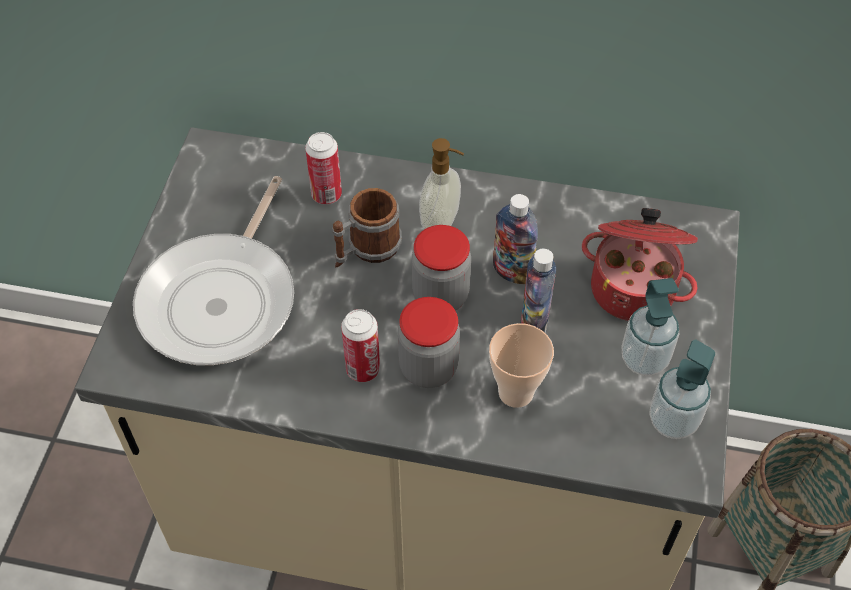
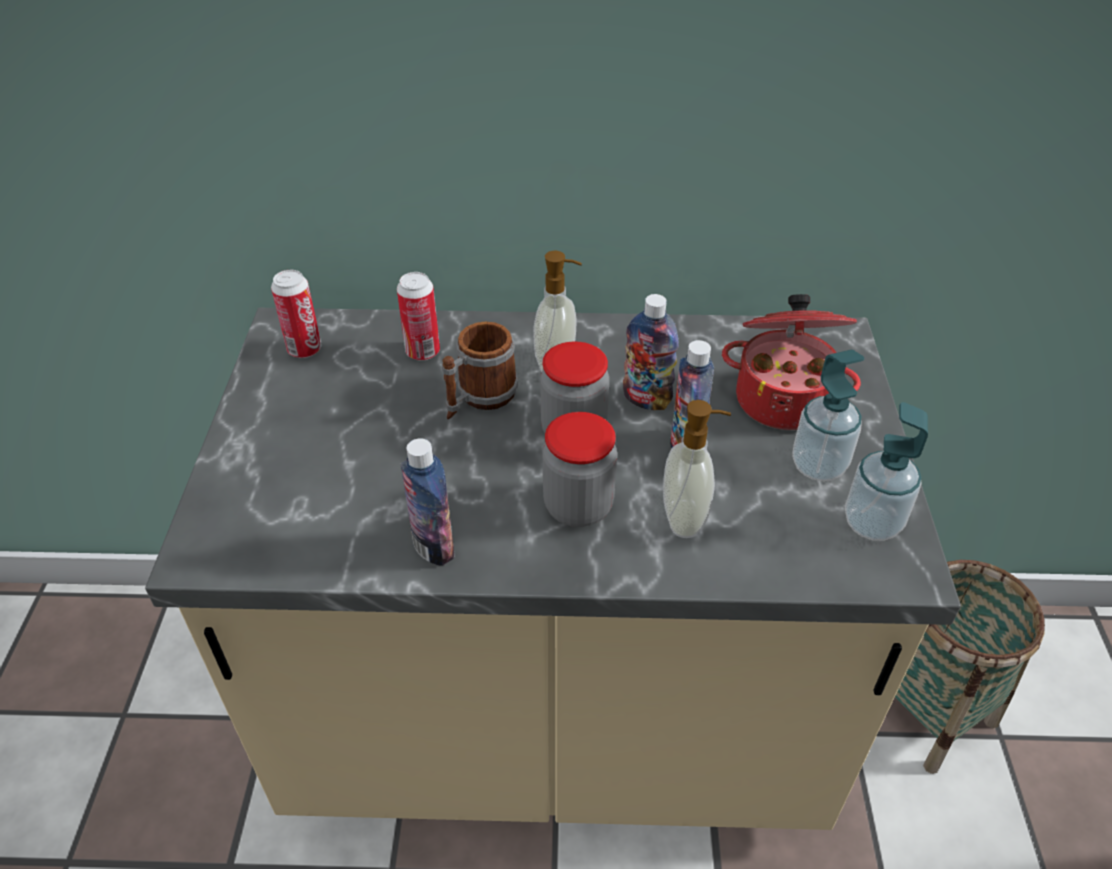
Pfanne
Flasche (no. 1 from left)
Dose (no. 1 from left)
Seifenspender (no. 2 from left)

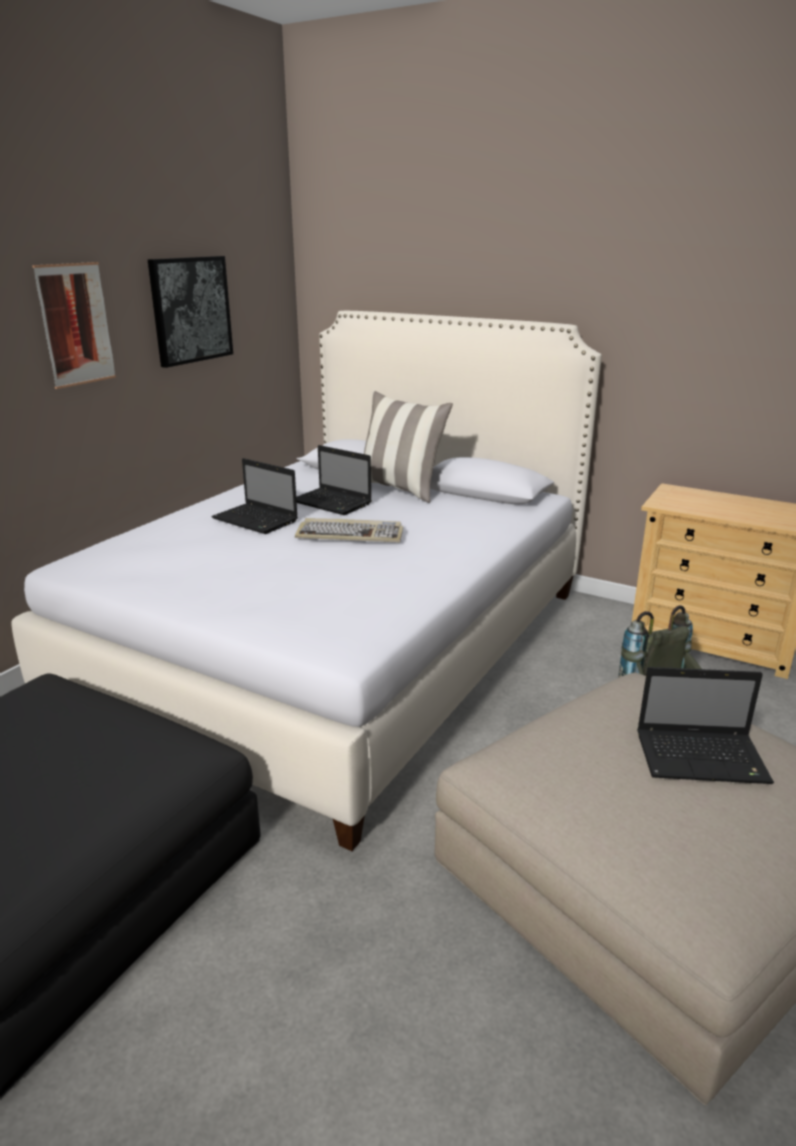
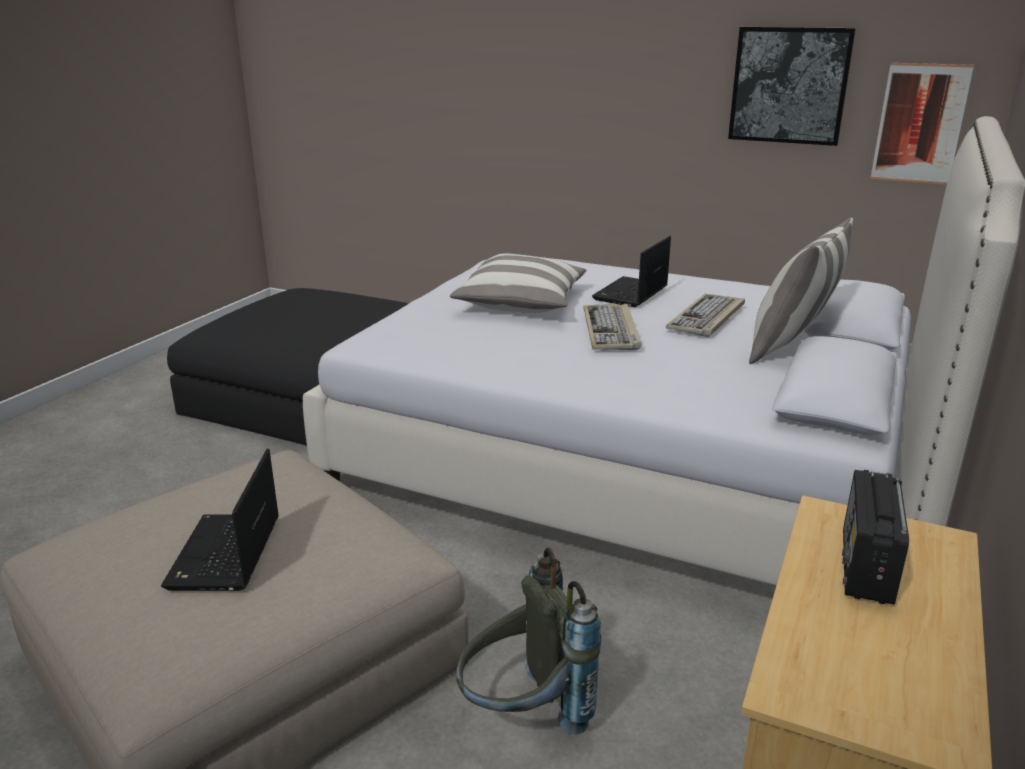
Kissen (no. 1 from left)
Radio
Bild (no. 2 from left)
Tastatur (no. 2 from left)

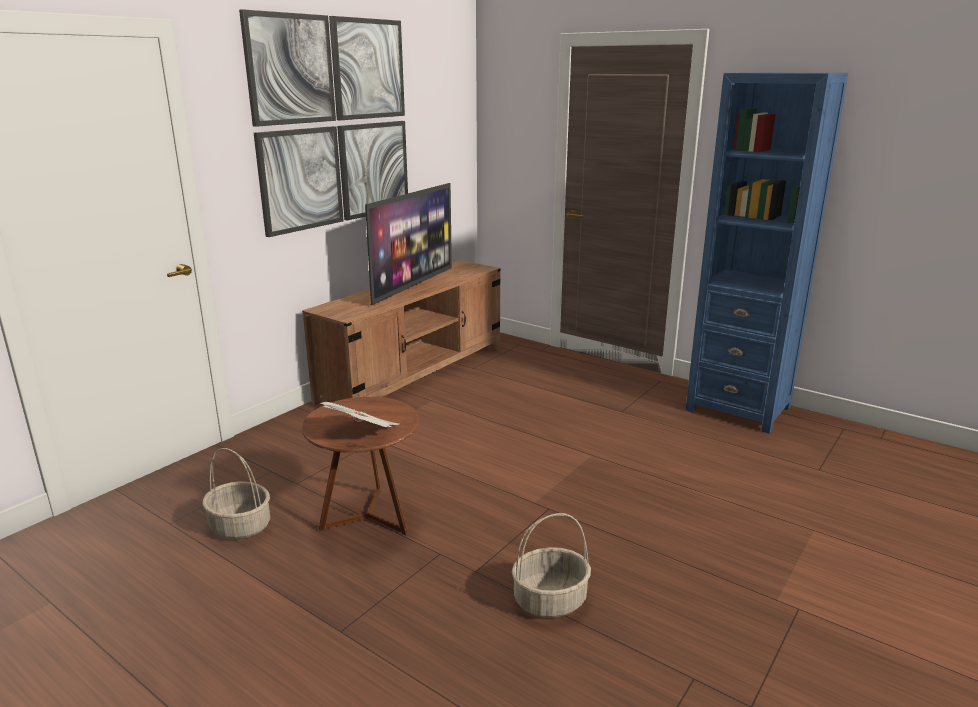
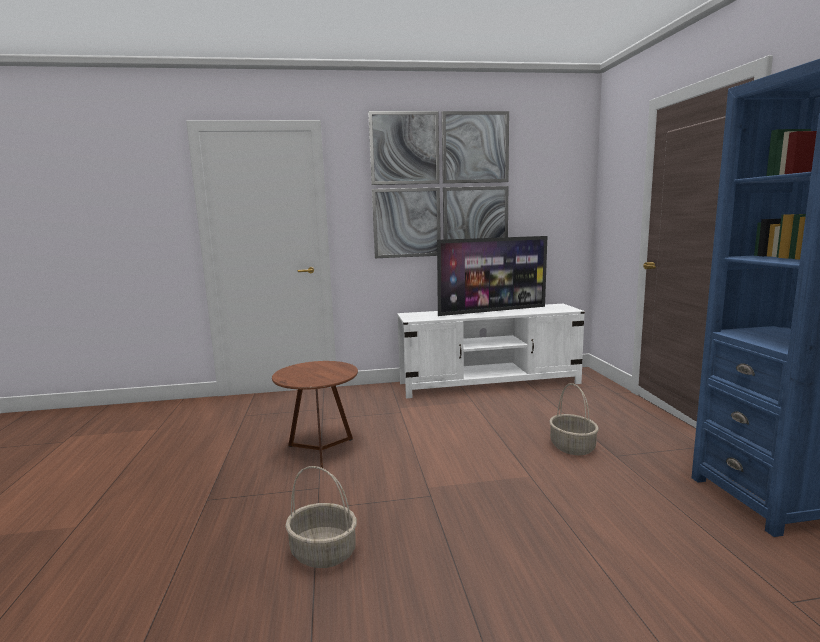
Zeitung
Korb (no. 2 from left)
Fernsehschrank (weiß)

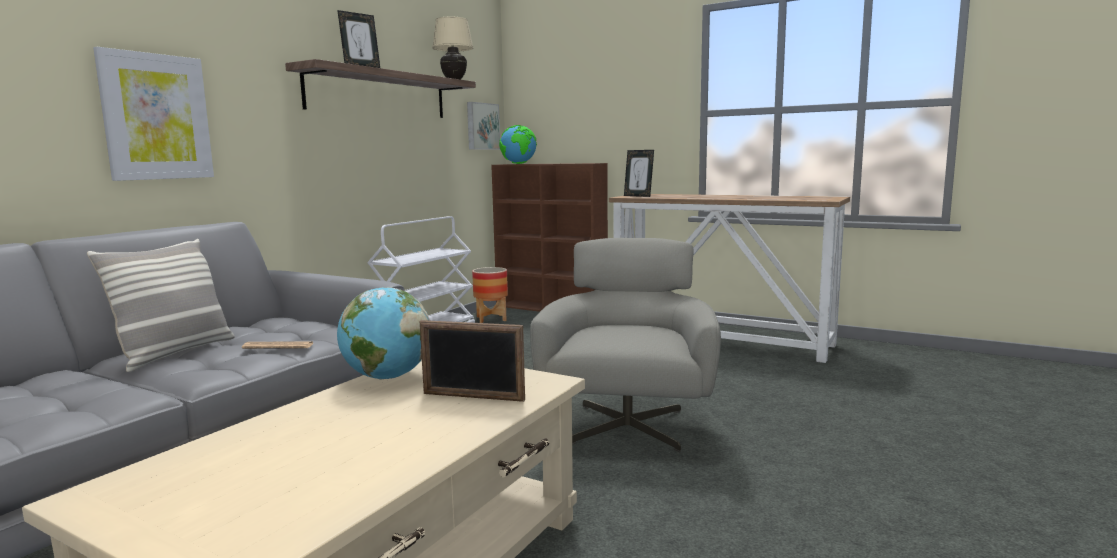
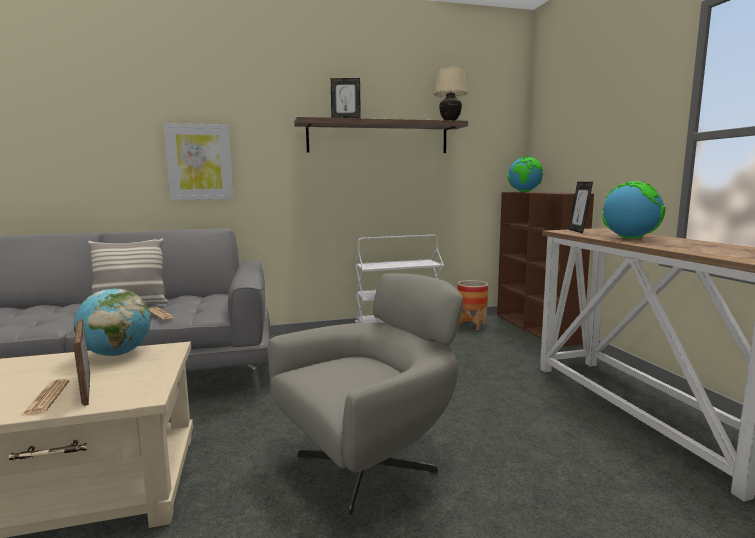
Bild (no. 2 from left in the first image)
Zeitung (no. 1 from left)
Globus (no. 3 from left)

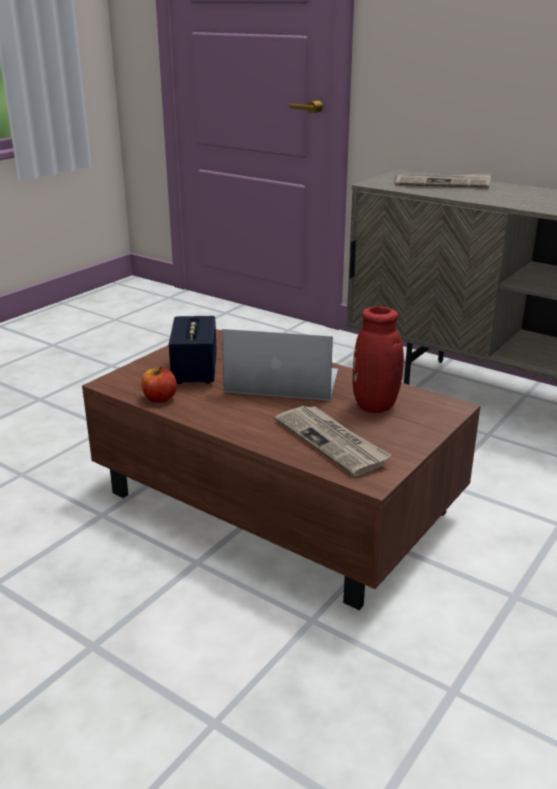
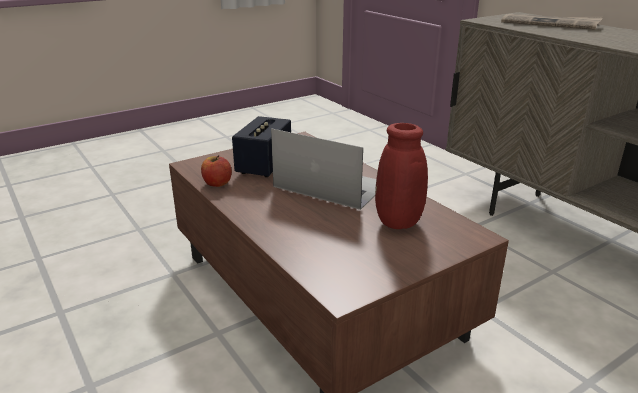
Zeitung (no. 1 from left in the first image)

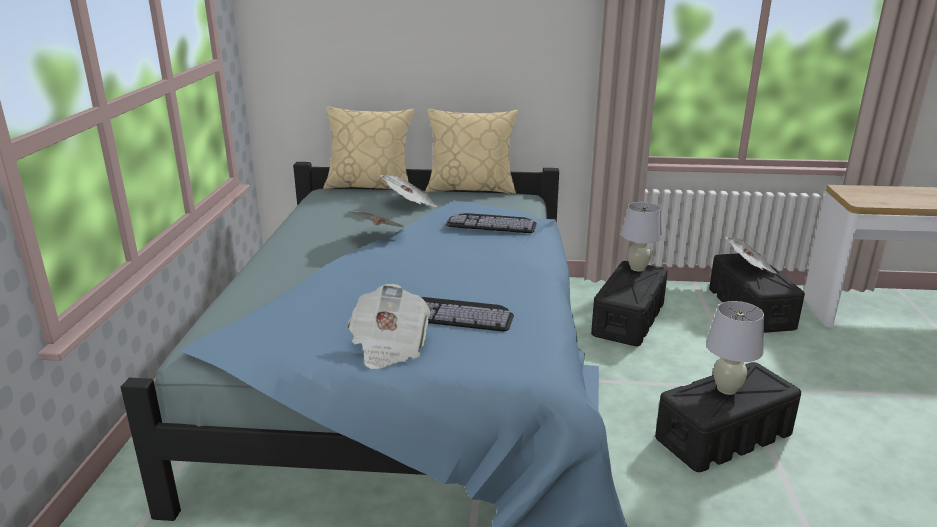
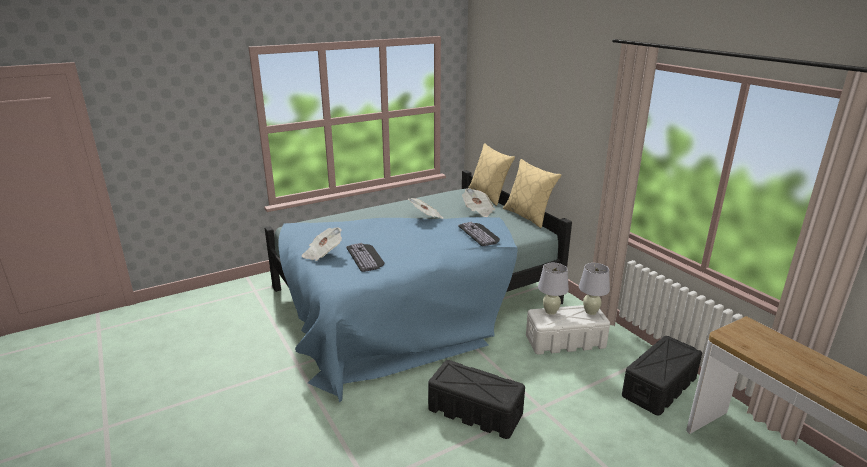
Zeitung (no. 4 from left in the first image)
Tischlampe (weiß) (no. 1 from left)
Aufbewahrungsbox (weiß)

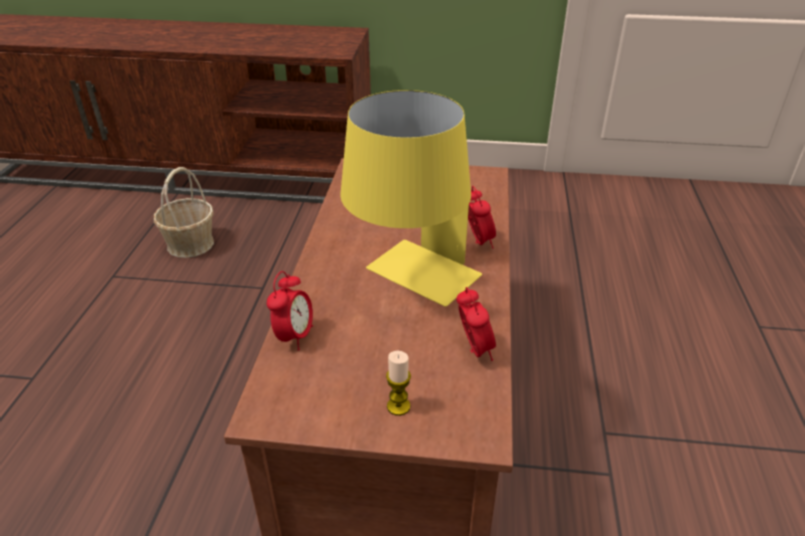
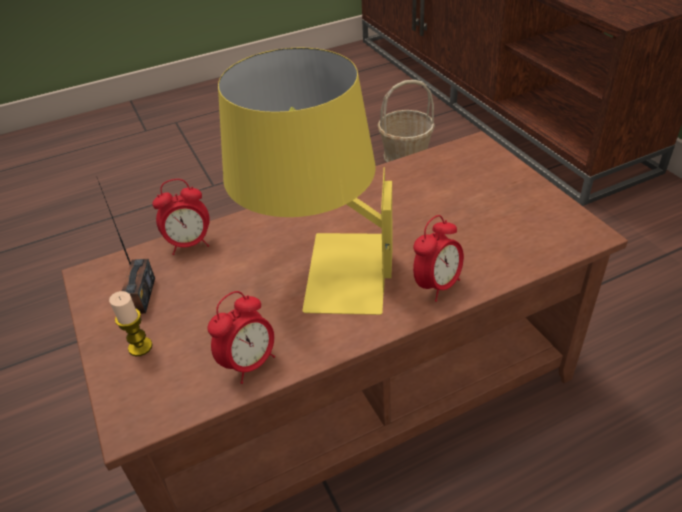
Radio

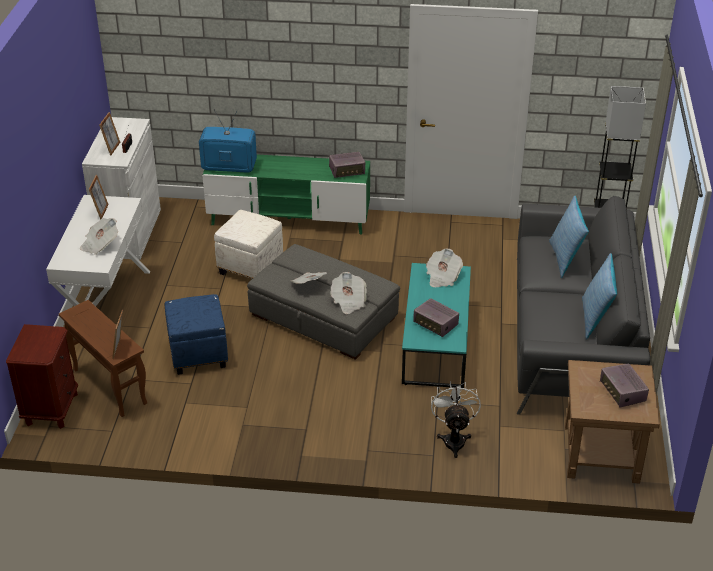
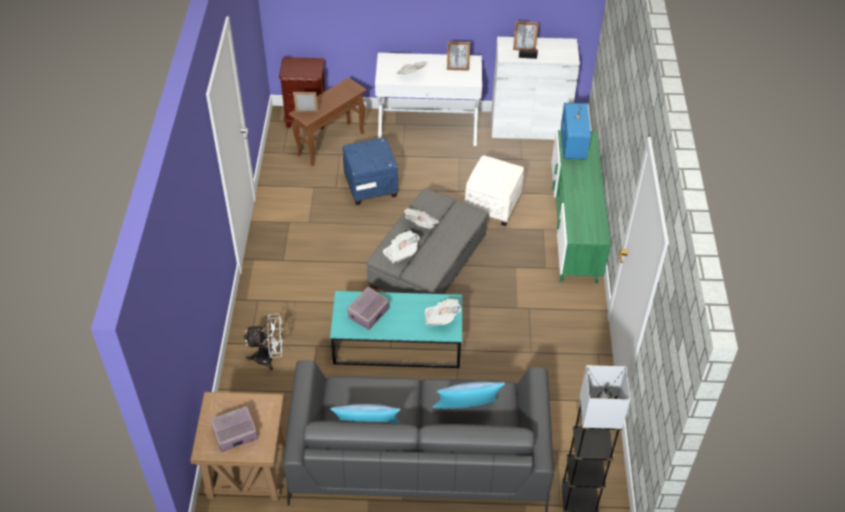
Radio (no. 2 from left in the first image)

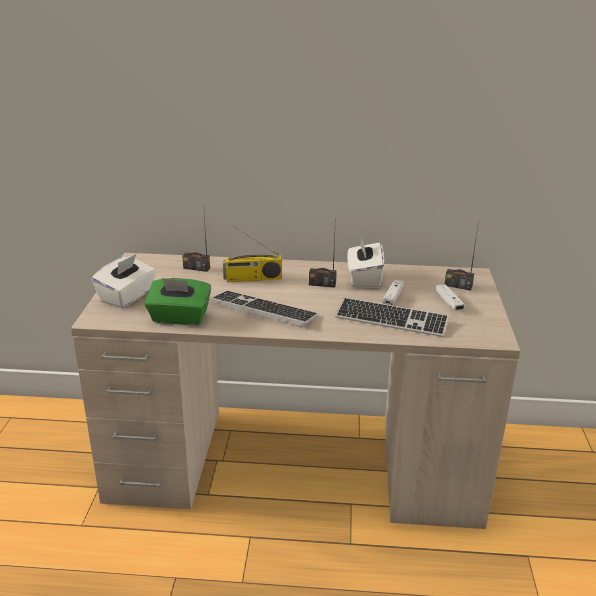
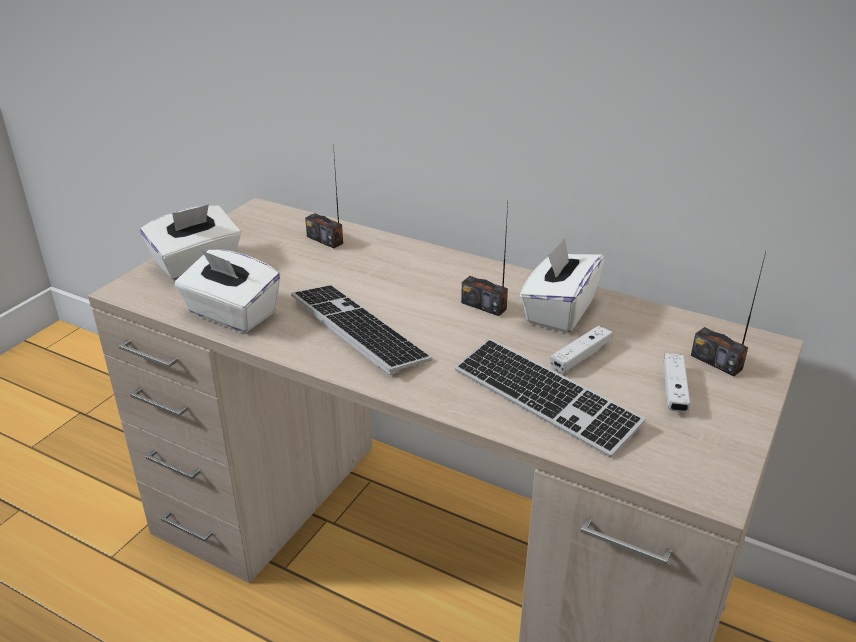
Radio (no. 2 from left in the first image)
Taschentuchbox (weiß) (no. 2 from left)

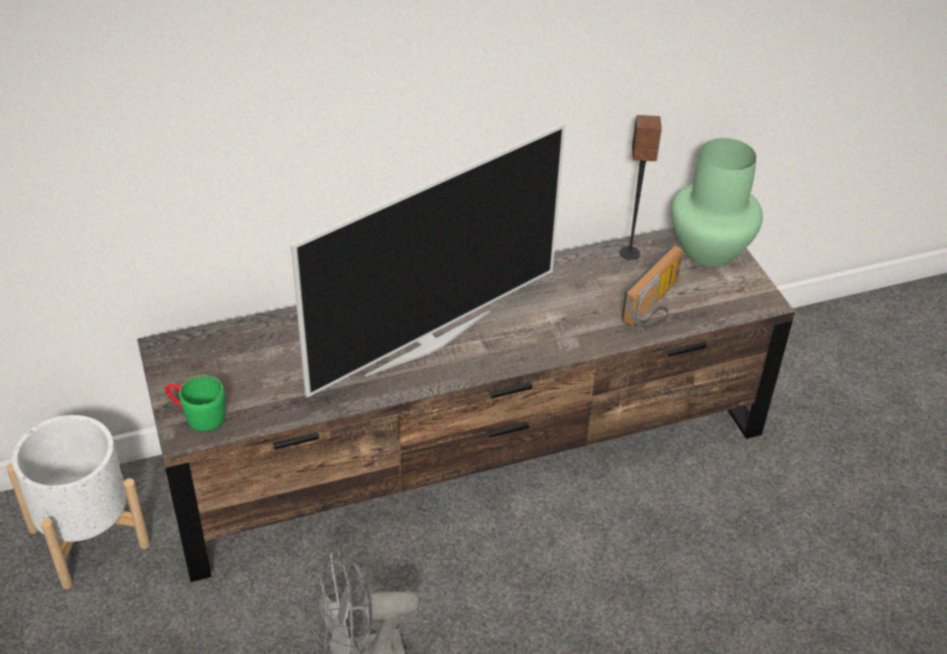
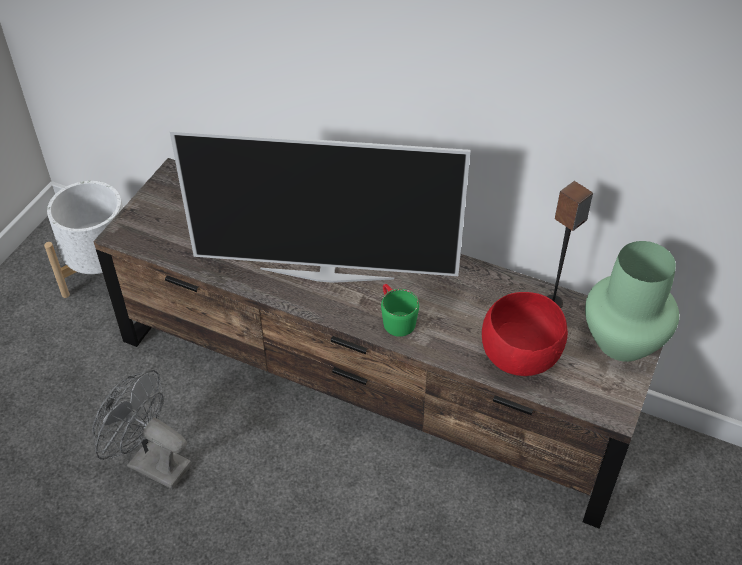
Henkelbecher (grün)
Schüssel (rot)

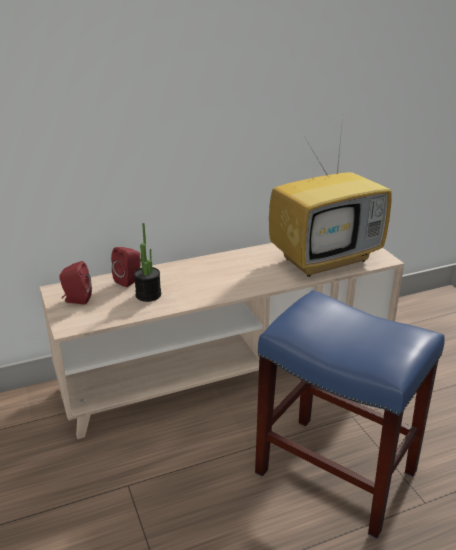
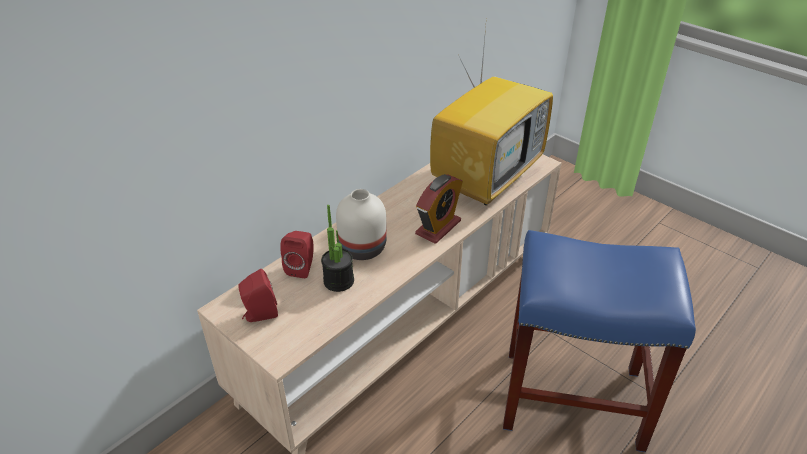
Vase (weiß)
Wecker

